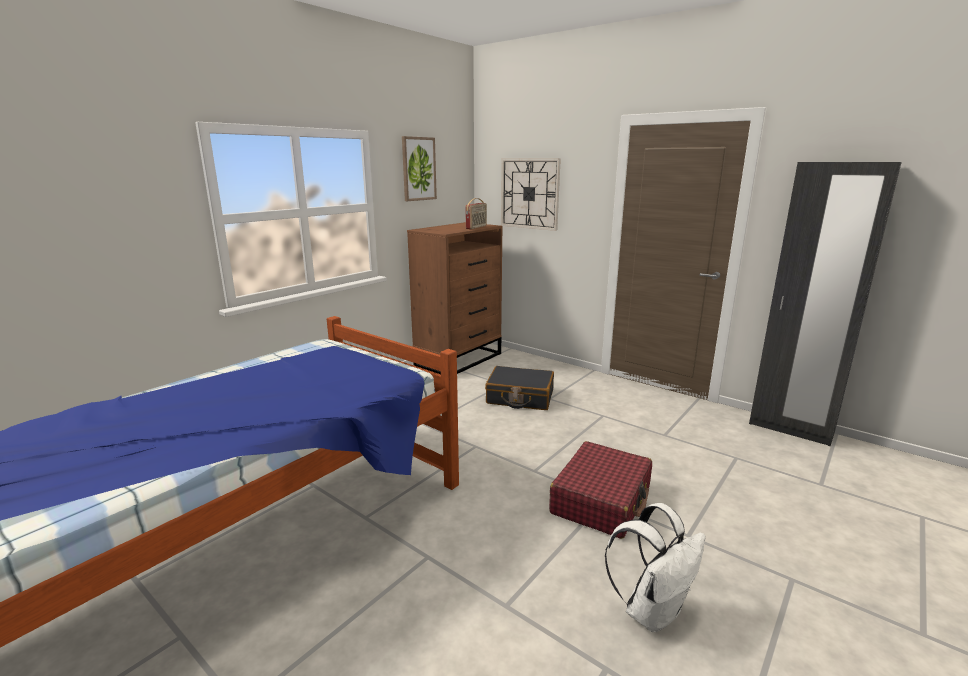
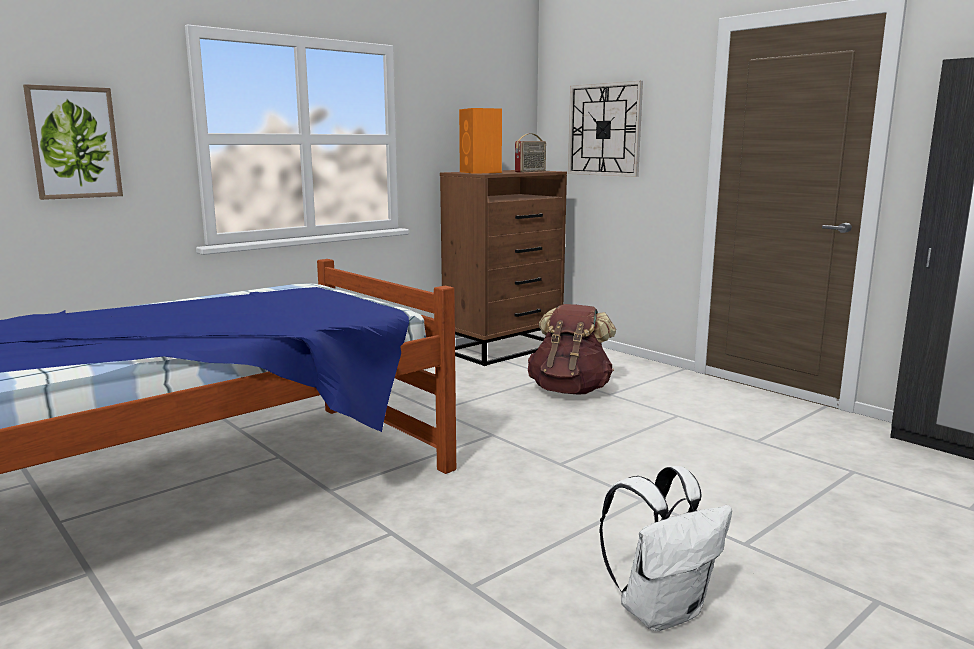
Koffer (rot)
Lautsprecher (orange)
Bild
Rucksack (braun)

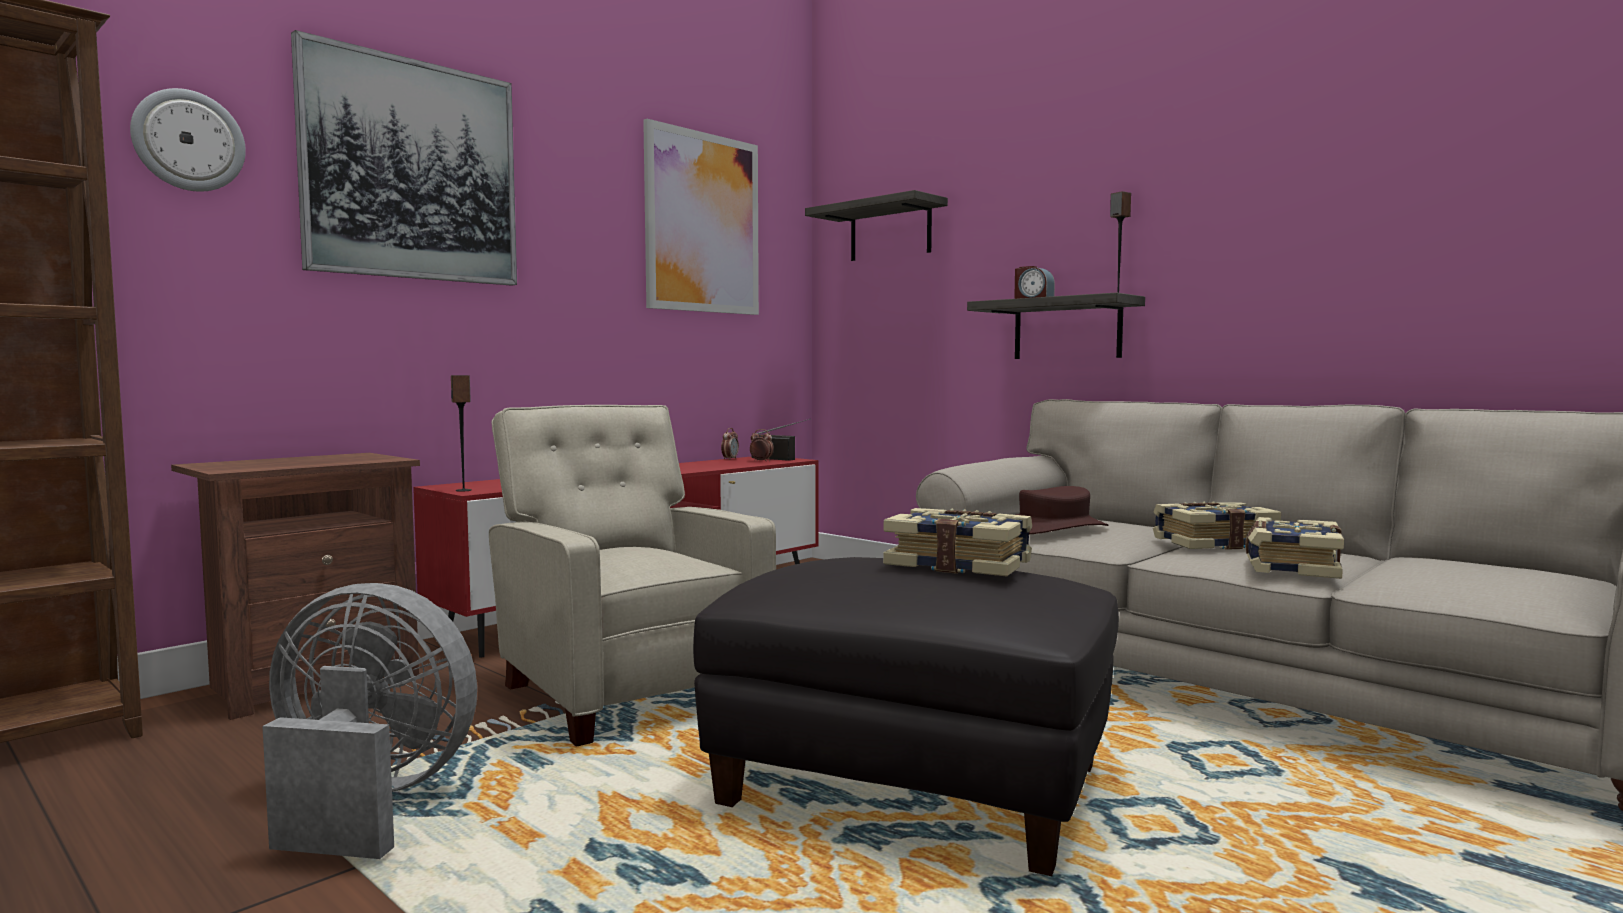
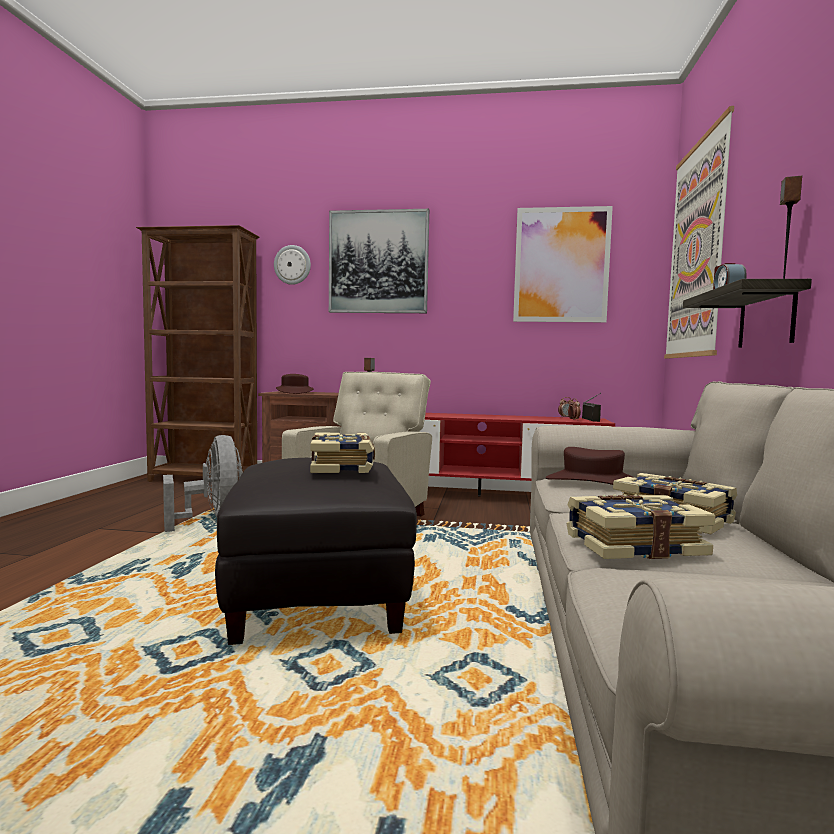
Hut (braun) (no. 1 from left)
Bild (no. 3 from left)

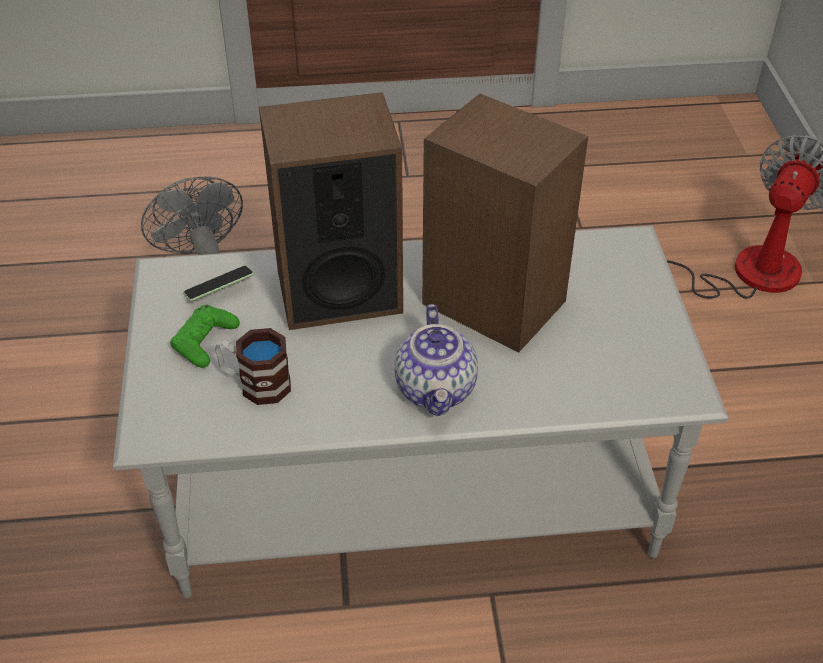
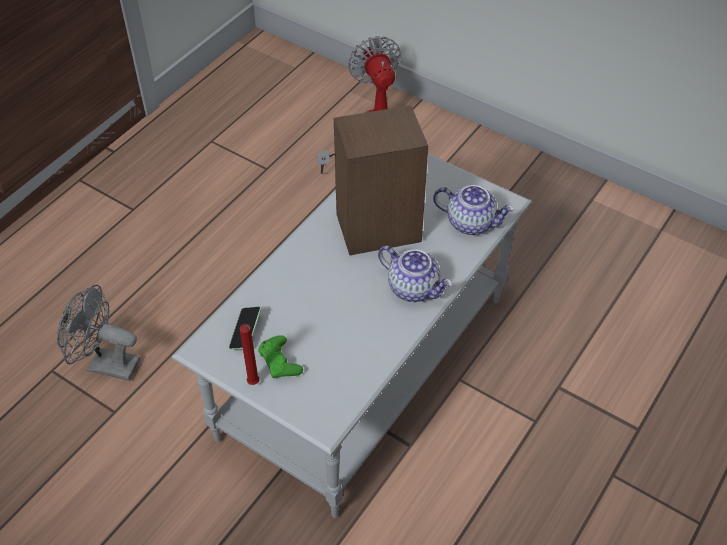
Henkelbecher
Lautsprecher (no. 1 from left in the first image)
Kerze (rot)
Teekanne (no. 2 from left)

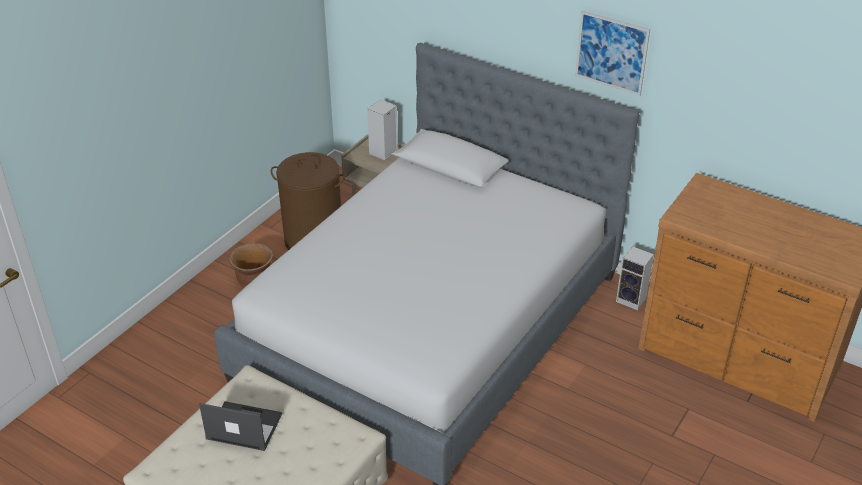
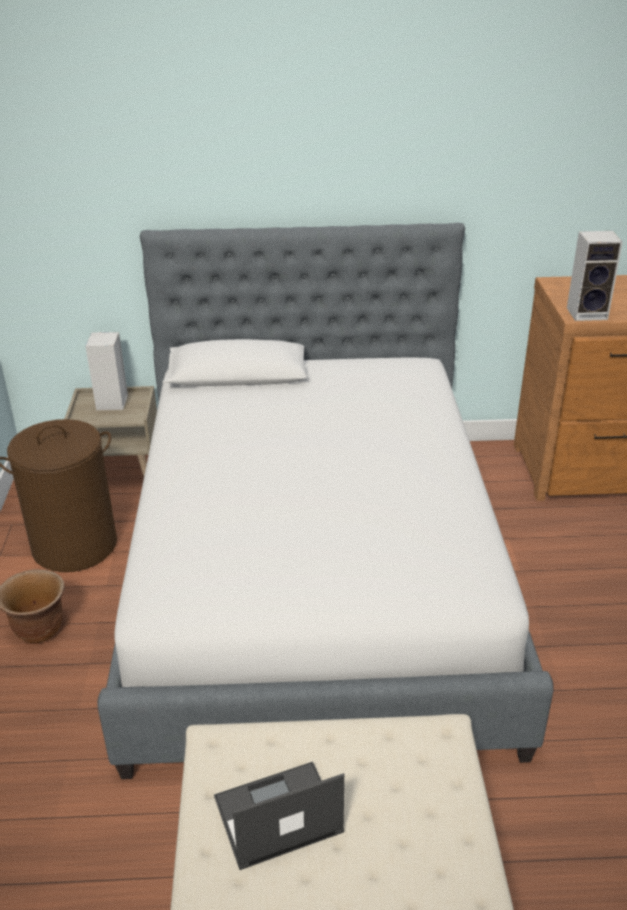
Bild
Lautsprecher (no. 2 from left)

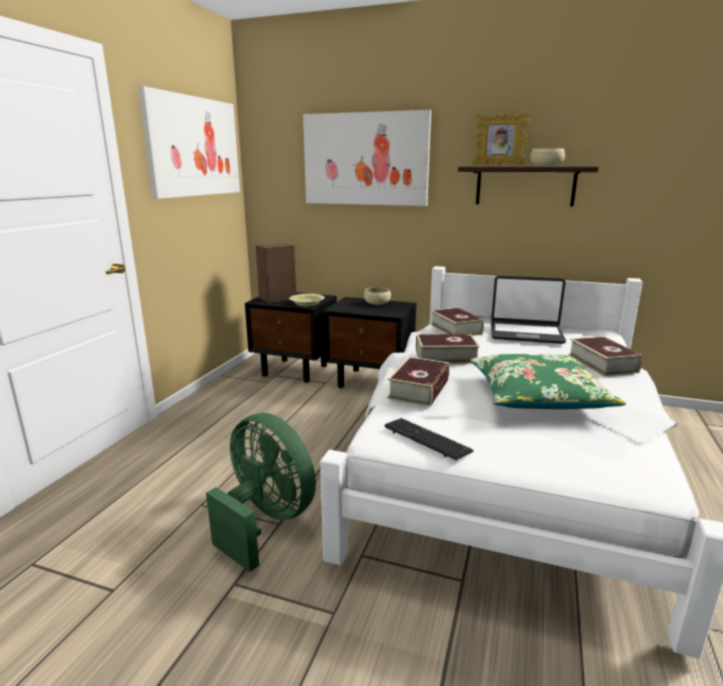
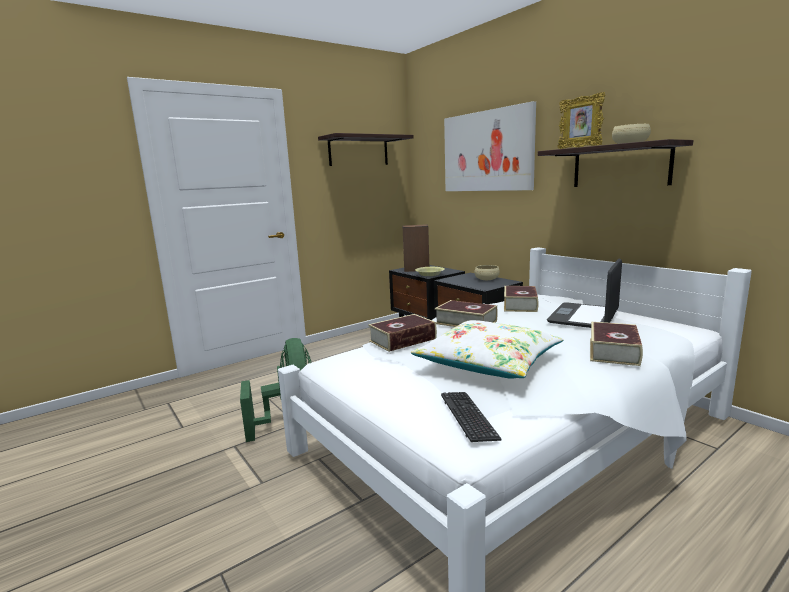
Tastatur
Wandregal (no. 1 from left)
Kissen (weiß)
Laptop

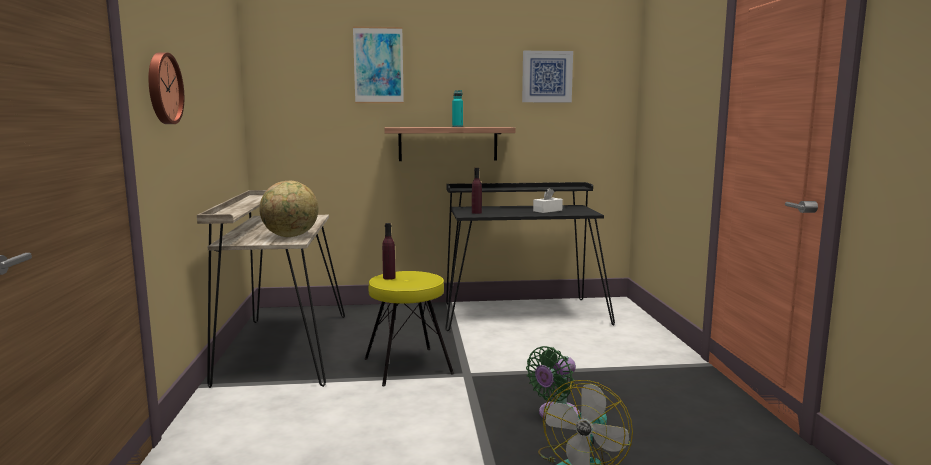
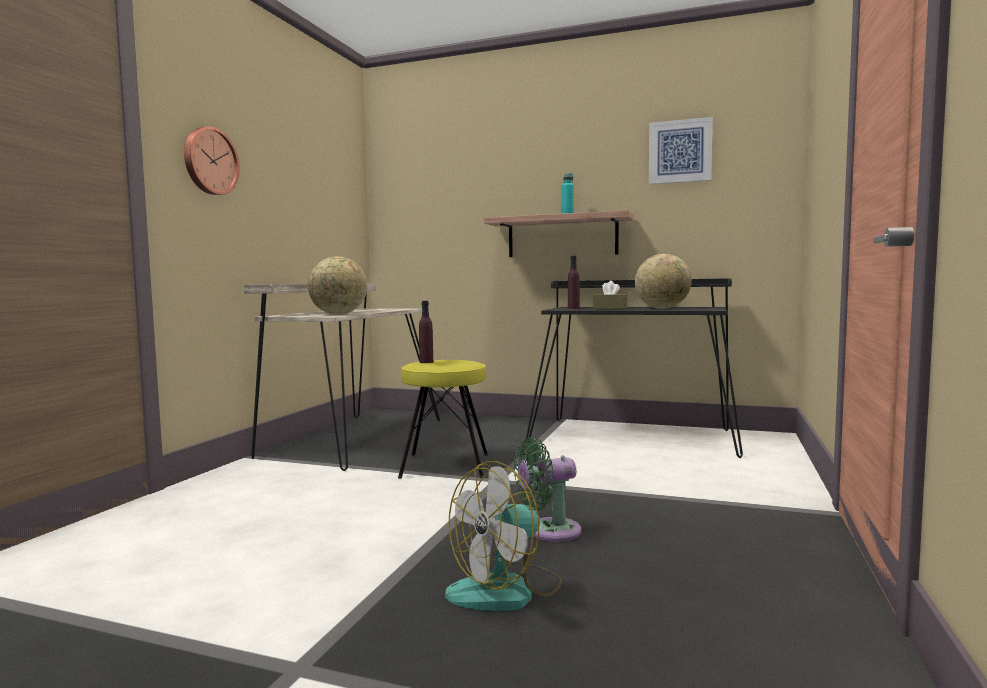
Bild (no. 1 from left in the first image)
Taschentuchbox (braun)
Globus (no. 2 from left)

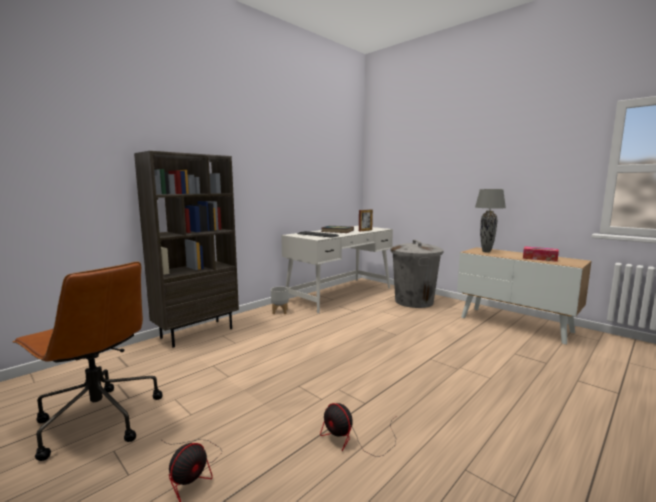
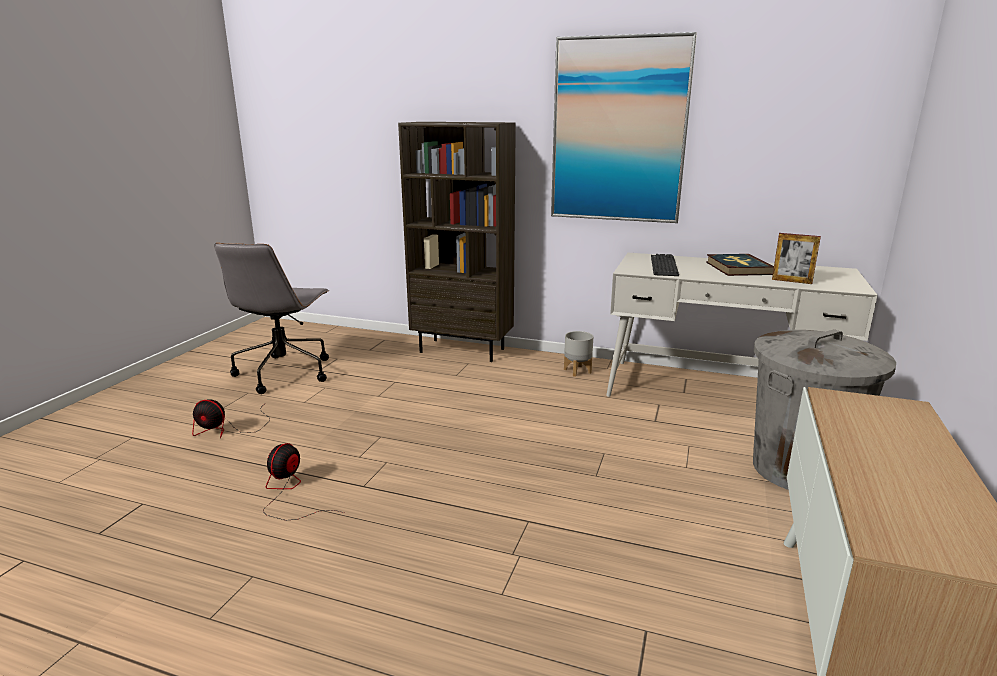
Tischlampe (grau)
Taschentuchbox
Bild
Bürostuhl (grau)

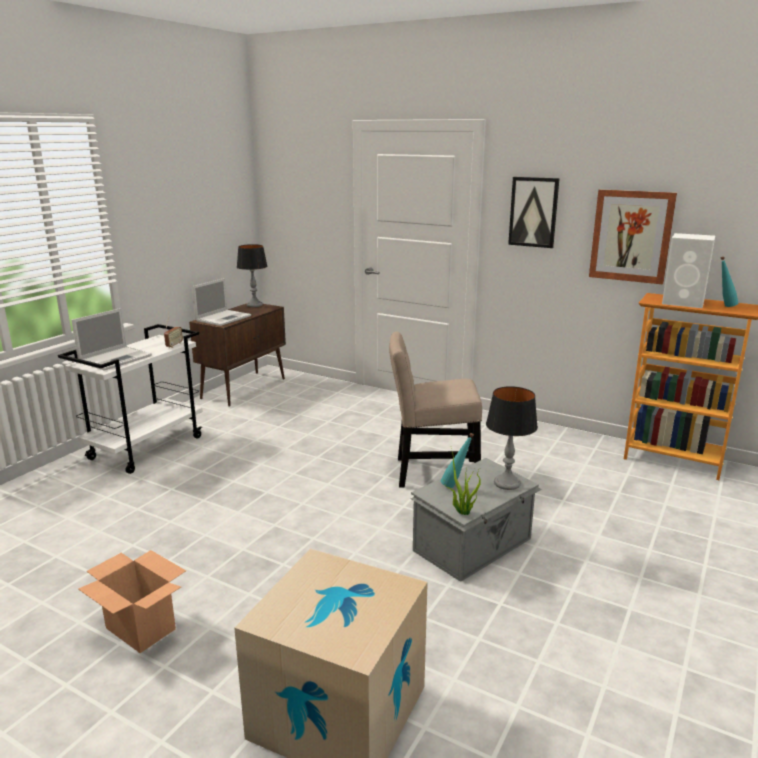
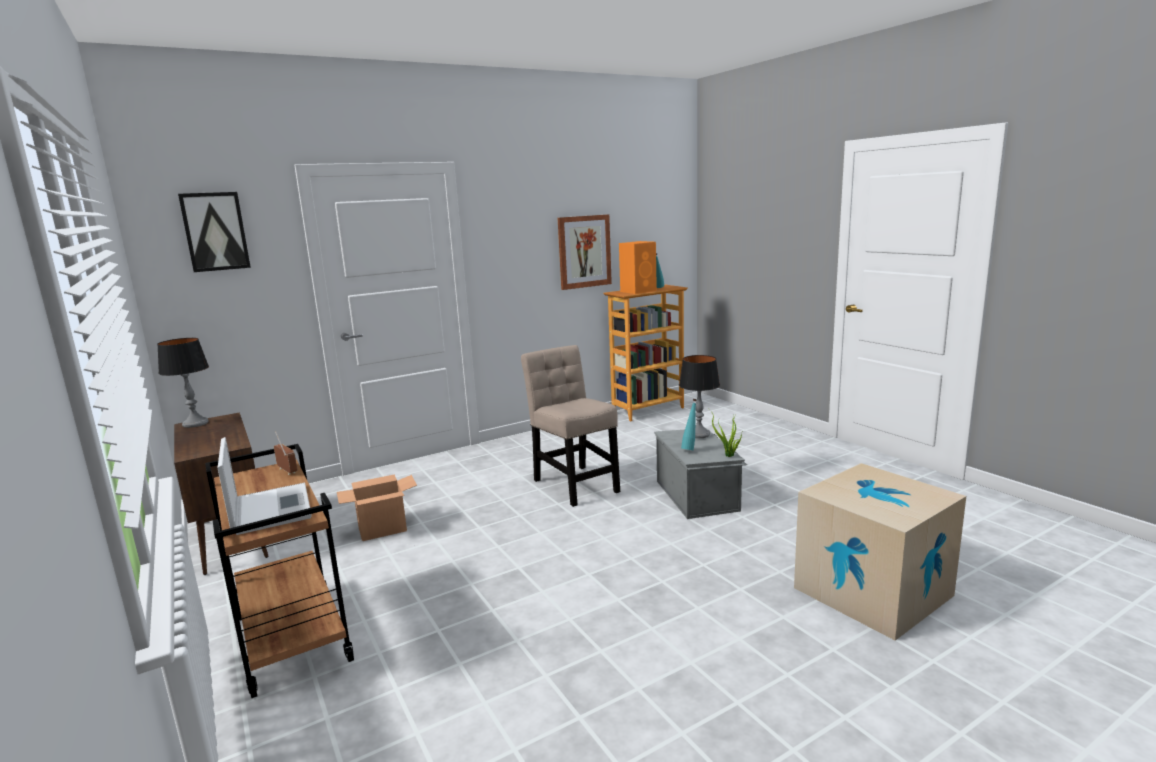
Laptop (no. 2 from left in the first image)
Karton (no. 1 from left)
Bild (no. 1 from left)
Rollwagen (braun)
Lautsprecher (orange)
Stuhl (beige)

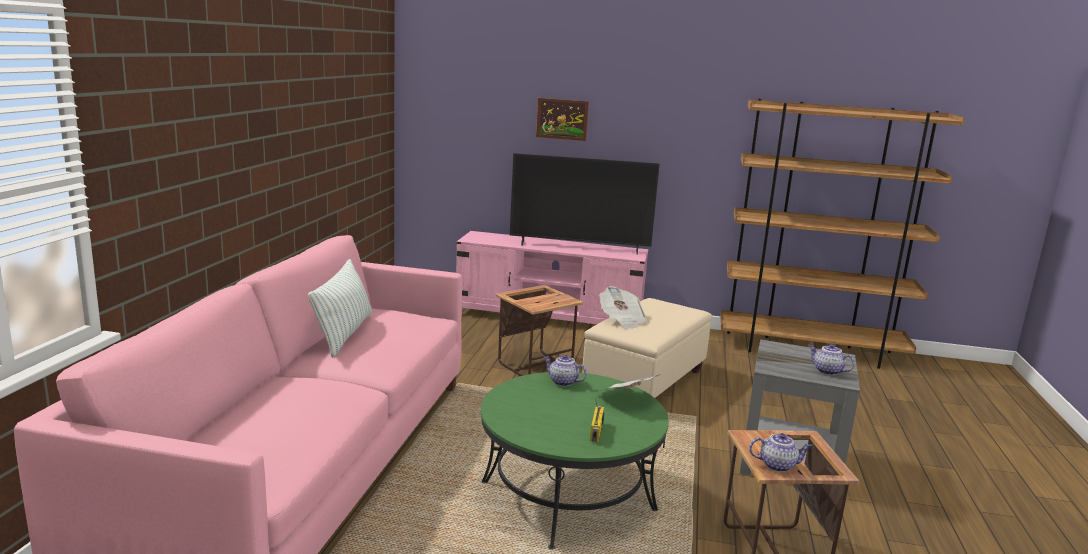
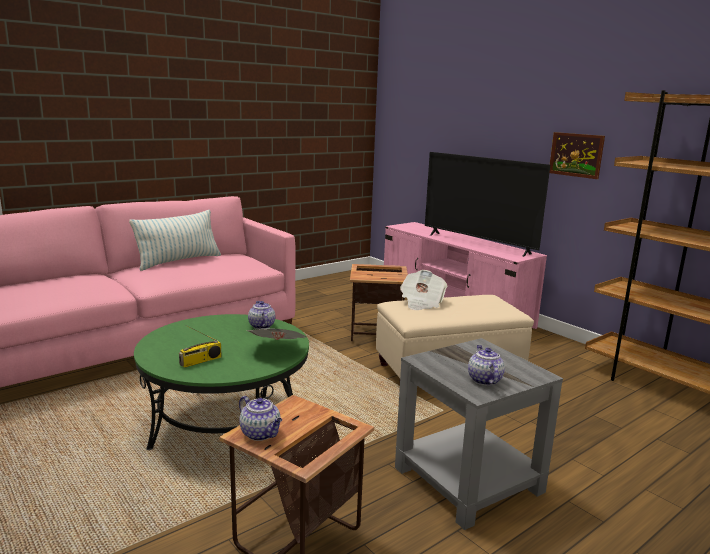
Bild

